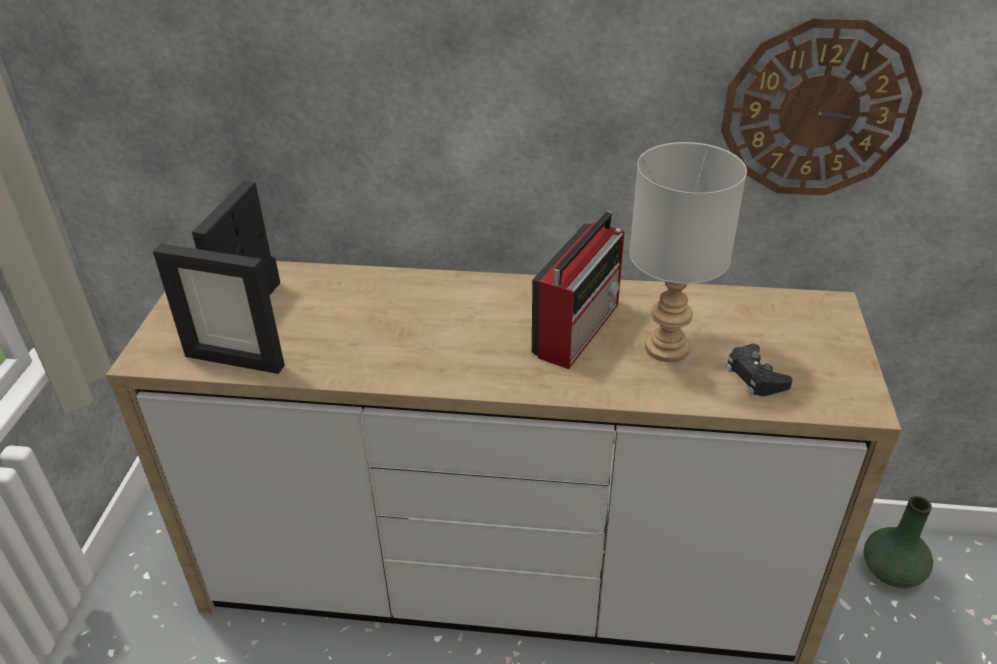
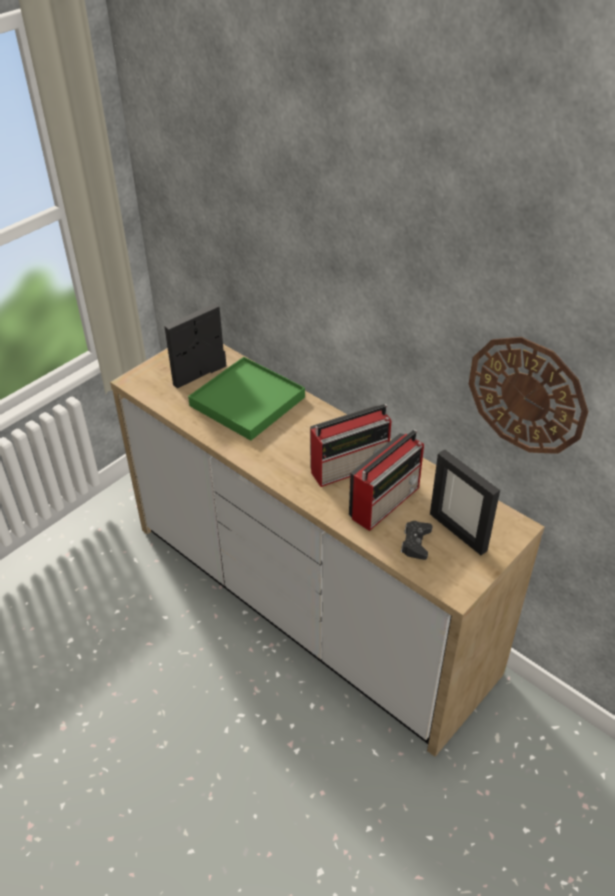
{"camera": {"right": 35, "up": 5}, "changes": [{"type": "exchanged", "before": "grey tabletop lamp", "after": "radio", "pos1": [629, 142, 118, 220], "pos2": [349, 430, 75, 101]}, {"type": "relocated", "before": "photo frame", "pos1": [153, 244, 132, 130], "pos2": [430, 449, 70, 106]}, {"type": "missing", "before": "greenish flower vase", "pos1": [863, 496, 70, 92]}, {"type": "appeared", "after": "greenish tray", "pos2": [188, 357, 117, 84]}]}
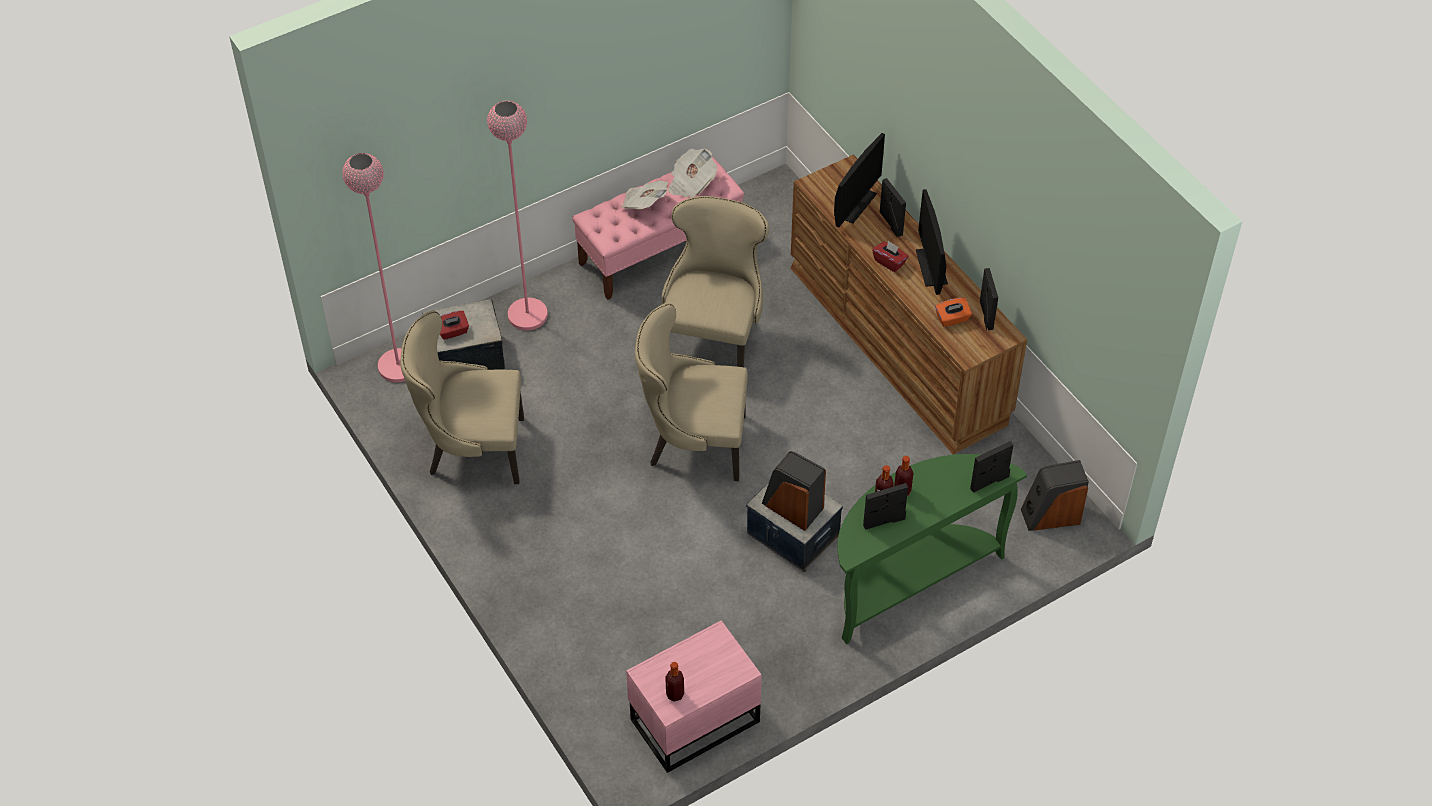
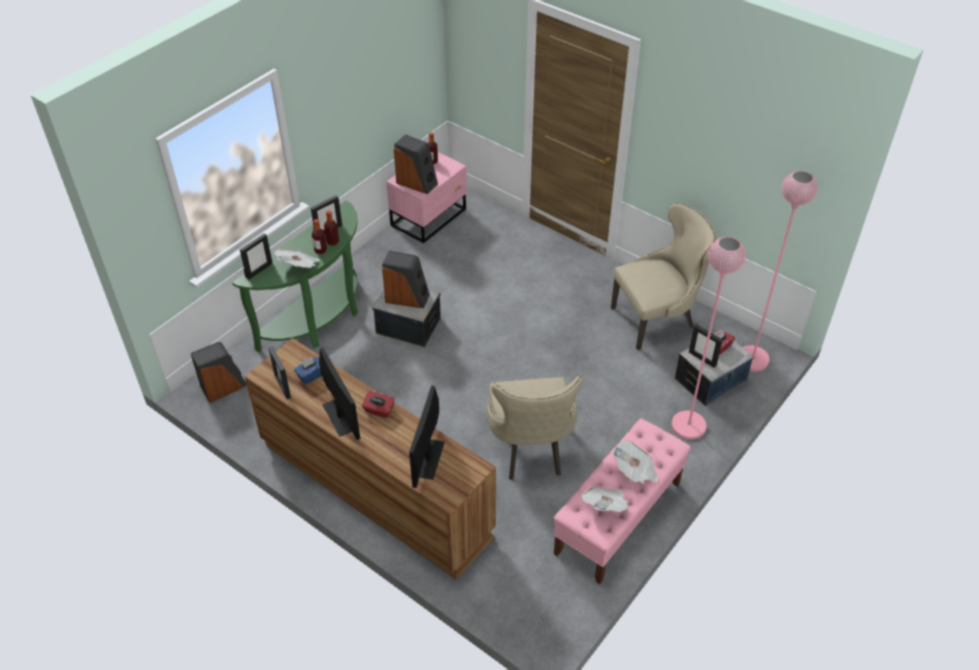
{"camera": {"right": 160, "up": -5}, "changes": [{"type": "relocated", "before": "photo frame", "pos1": [880, 178, 26, 59], "pos2": [689, 324, 34, 44]}, {"type": "colour", "before": "orange-coloured tissue holder", "after": "bluish tissue holder", "pos1": [935, 297, 37, 30], "pos2": [294, 356, 28, 28]}, {"type": "missing", "before": "beige chair", "pos1": [635, 303, 113, 178]}, {"type": "appeared", "after": "speaker", "pos2": [394, 134, 44, 60]}, {"type": "appeared", "after": "printed paper", "pos2": [274, 250, 46, 18]}]}
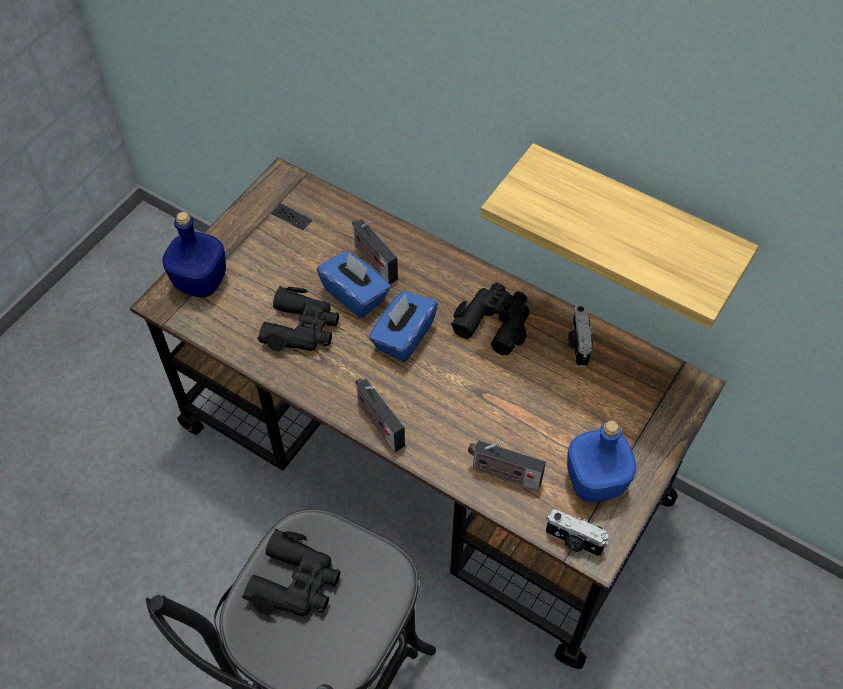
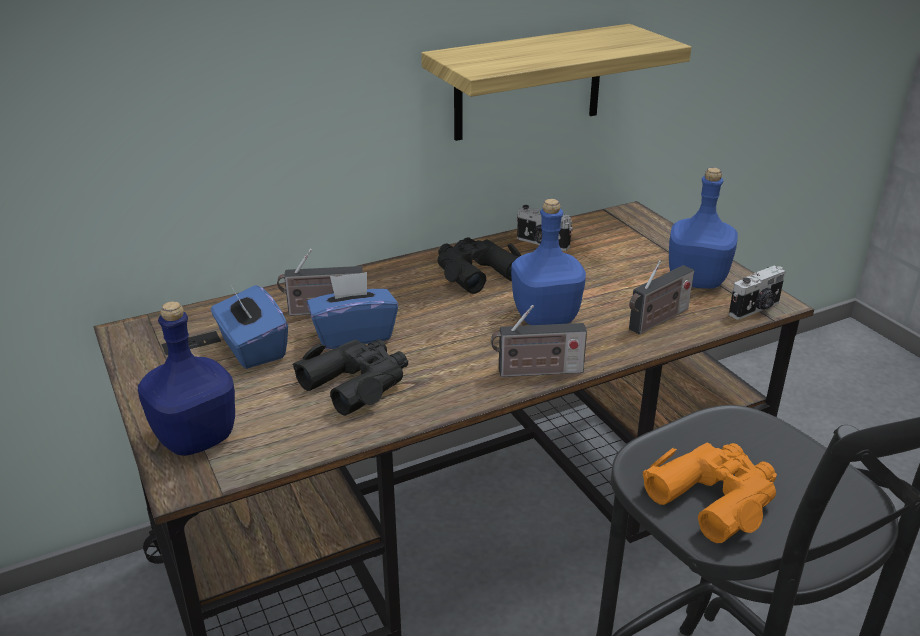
{"camera": {"right": -60, "up": -25}, "changes": [{"type": "relocated", "before": "bluish tissue holder", "pos1": [369, 291, 69, 71], "pos2": [211, 285, 77, 84]}, {"type": "colour", "before": "blackish field glasses", "after": "orange-coloured field glasses", "pos1": [242, 529, 98, 88], "pos2": [643, 443, 134, 100]}, {"type": "appeared", "after": "bluish beverage bottle", "pos2": [511, 199, 75, 126]}]}
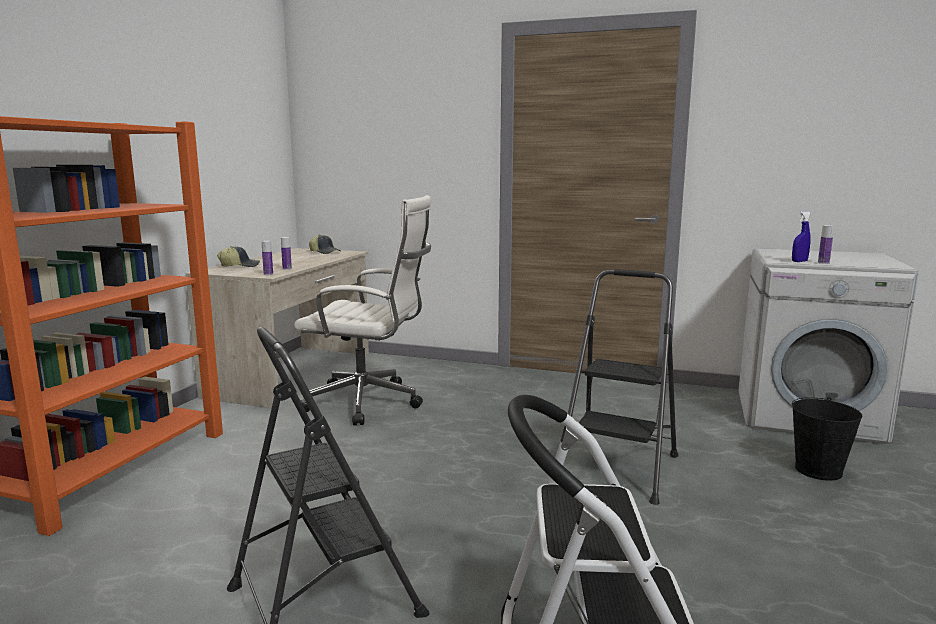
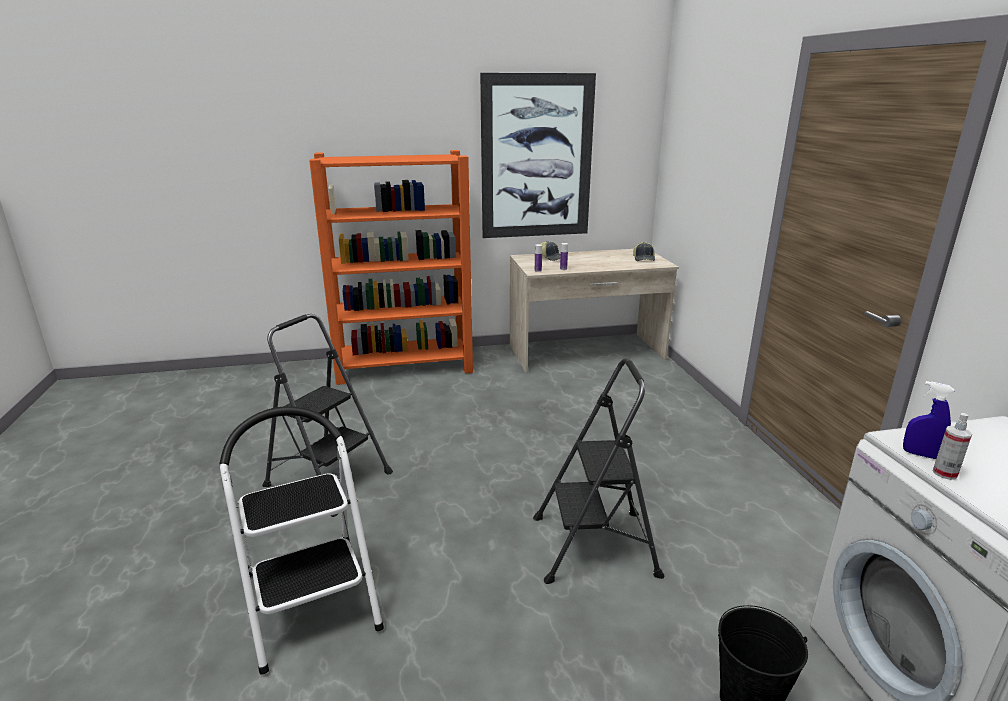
{"camera": {"right": 60, "up": 10}, "changes": [{"type": "missing", "before": "whitish computer chair", "pos1": [294, 195, 137, 230]}, {"type": "exchanged", "before": "beverage bottle", "after": "spray bottle", "pos1": [818, 225, 16, 39], "pos2": [933, 413, 39, 67]}, {"type": "appeared", "after": "picture", "pos2": [480, 73, 116, 165]}]}
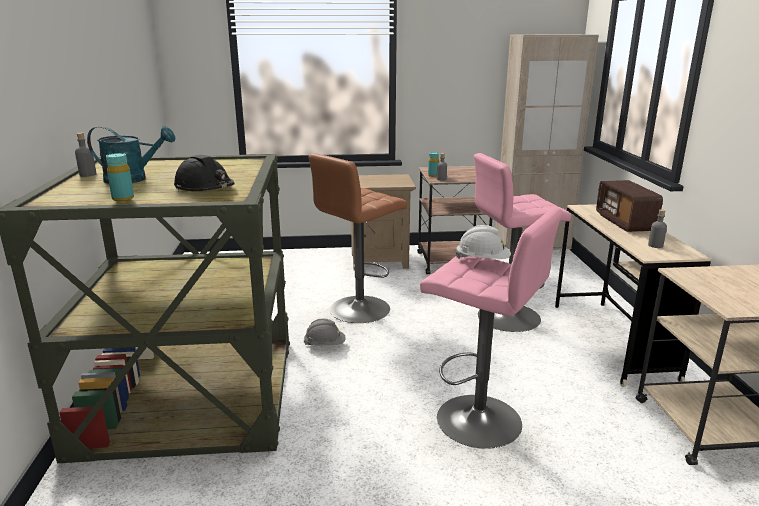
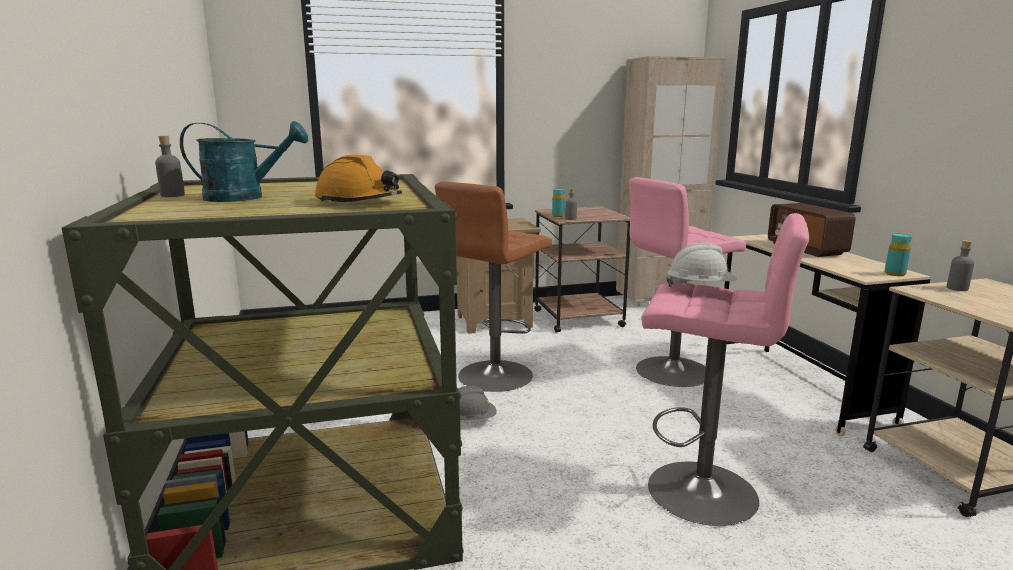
{"camera": {"right": -10, "up": -5}, "changes": [{"type": "relocated", "before": "turquoise-coloured beverage bottle", "pos1": [106, 153, 28, 49], "pos2": [885, 233, 27, 43]}, {"type": "colour", "before": "blackish work helmet", "after": "orange-coloured work helmet", "pos1": [174, 155, 61, 37], "pos2": [315, 154, 87, 50]}, {"type": "relocated", "before": "grey beverage bottle", "pos1": [648, 209, 19, 39], "pos2": [947, 240, 27, 51]}]}
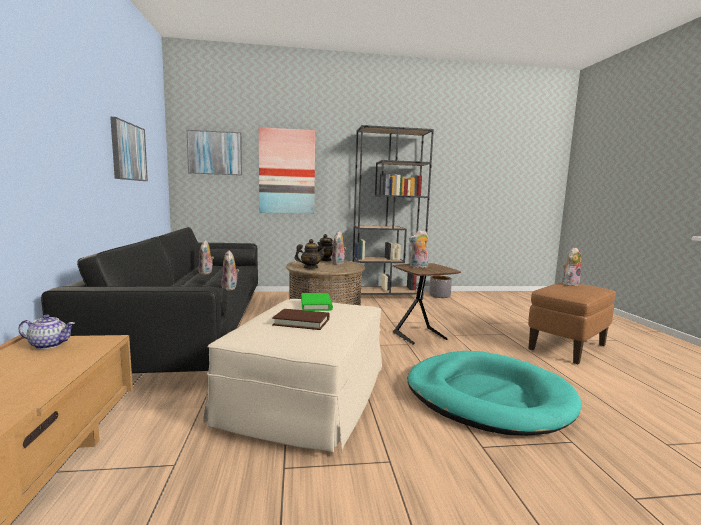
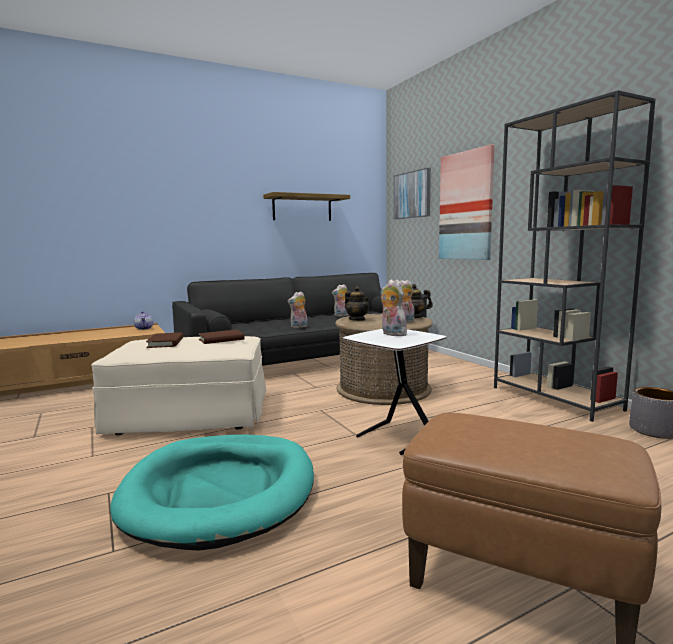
{"camera": {"right": 70, "up": 0}, "changes": [{"type": "exchanged", "before": "picture", "after": "shelf", "pos1": [110, 117, 38, 64], "pos2": [263, 192, 87, 29]}, {"type": "missing", "before": "soft toy", "pos1": [562, 248, 20, 38]}, {"type": "colour", "before": "brown accent table", "after": "whitish accent table", "pos1": [393, 263, 68, 82], "pos2": [343, 329, 103, 126]}, {"type": "colour", "before": "greenish volume", "after": "brown volume", "pos1": [301, 293, 32, 18], "pos2": [198, 330, 47, 14]}]}
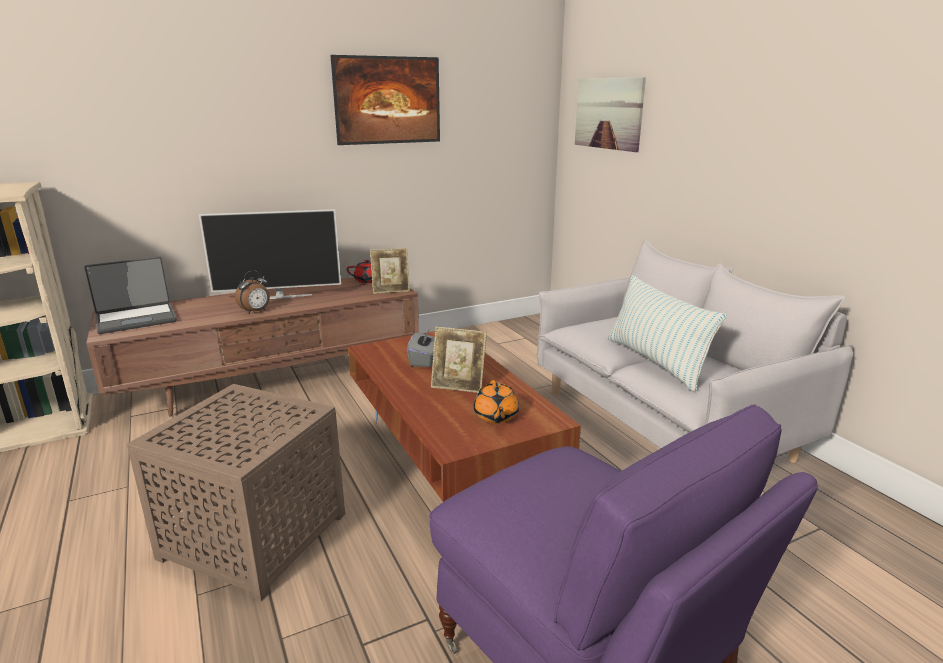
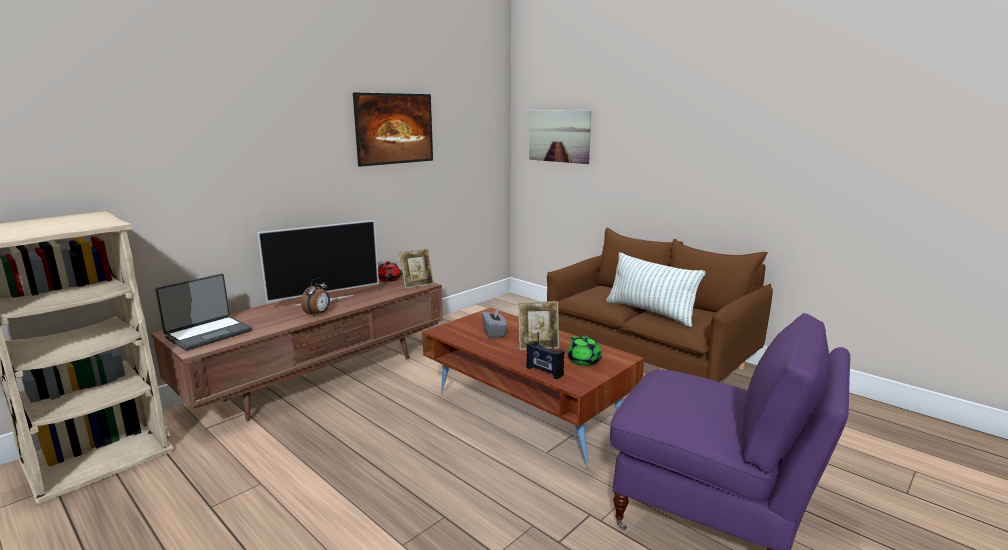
{"camera": {"right": -20, "up": -5}, "changes": [{"type": "colour", "before": "grey settee", "after": "brown settee", "pos1": [537, 240, 317, 223], "pos2": [547, 228, 226, 154]}, {"type": "colour", "before": "orange-coloured tea pot", "after": "greenish tea pot", "pos1": [474, 380, 45, 43], "pos2": [568, 336, 34, 30]}, {"type": "missing", "before": "brown accent table", "pos1": [127, 384, 218, 217]}, {"type": "appeared", "after": "radio", "pos2": [526, 332, 39, 47]}]}
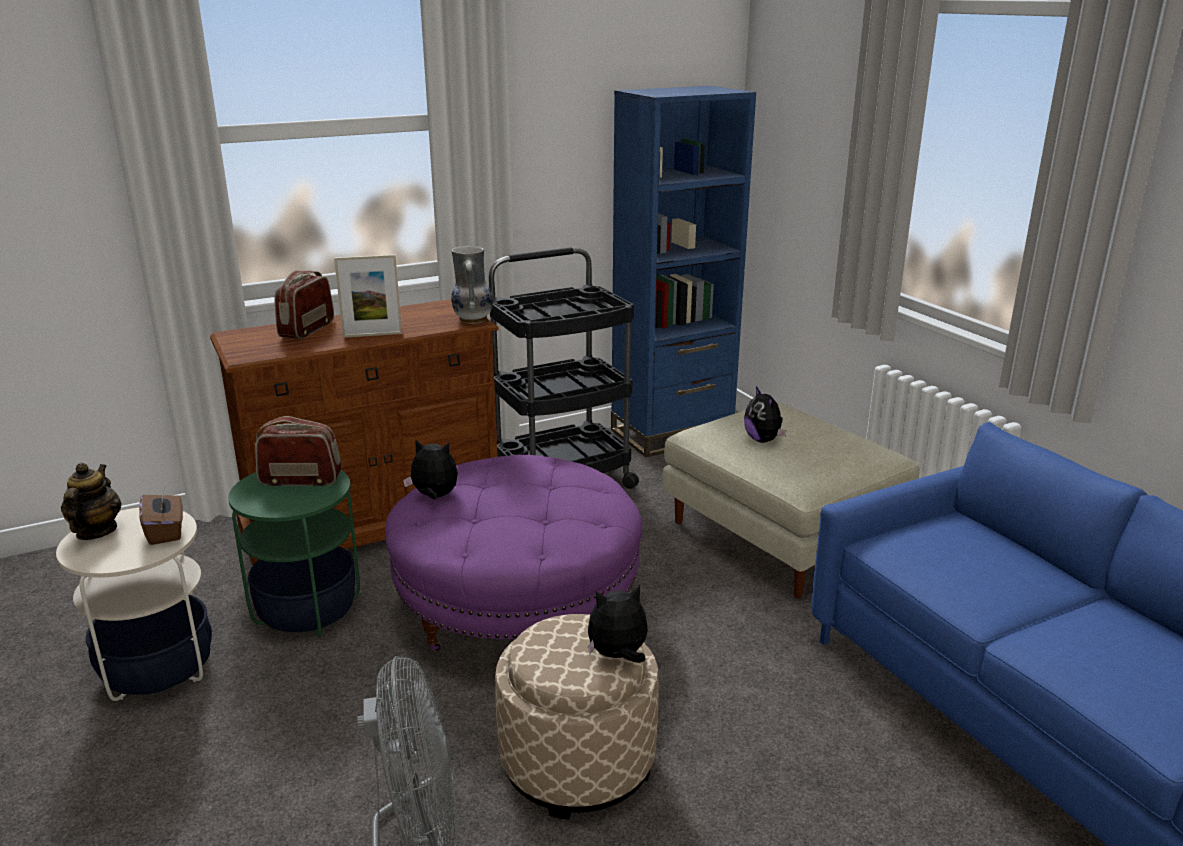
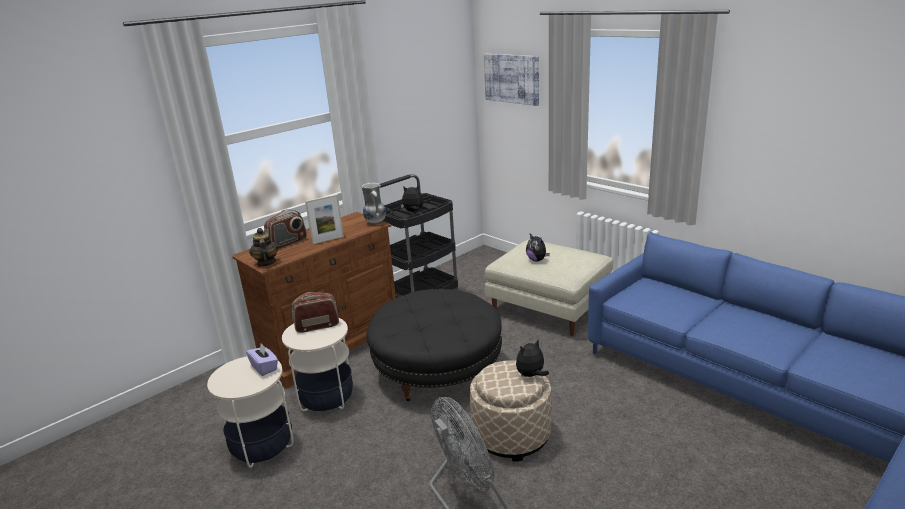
{"camera": {"right": -15, "up": 0}, "changes": [{"type": "missing", "before": "bluish bookcase", "pos1": [611, 86, 145, 371]}, {"type": "spun", "before": "radio", "pos1": [274, 270, 60, 69], "pos2": [264, 210, 43, 39], "turn": -135}, {"type": "relocated", "before": "soft toy", "pos1": [403, 439, 55, 61], "pos2": [401, 185, 22, 27]}, {"type": "colour", "before": "purple footrest", "after": "blackish footrest", "pos1": [385, 455, 258, 195], "pos2": [366, 289, 136, 113]}, {"type": "relocated", "before": "tea pot", "pos1": [61, 463, 61, 77], "pos2": [249, 228, 29, 39]}, {"type": "colour", "before": "greenish accent table", "after": "beige accent table", "pos1": [228, 470, 132, 167], "pos2": [282, 318, 71, 93]}, {"type": "colour", "before": "brown tissue holder", "after": "purple tissue holder", "pos1": [139, 485, 44, 60], "pos2": [246, 344, 32, 32]}, {"type": "appeared", "after": "picture", "pos2": [484, 54, 55, 52]}]}
